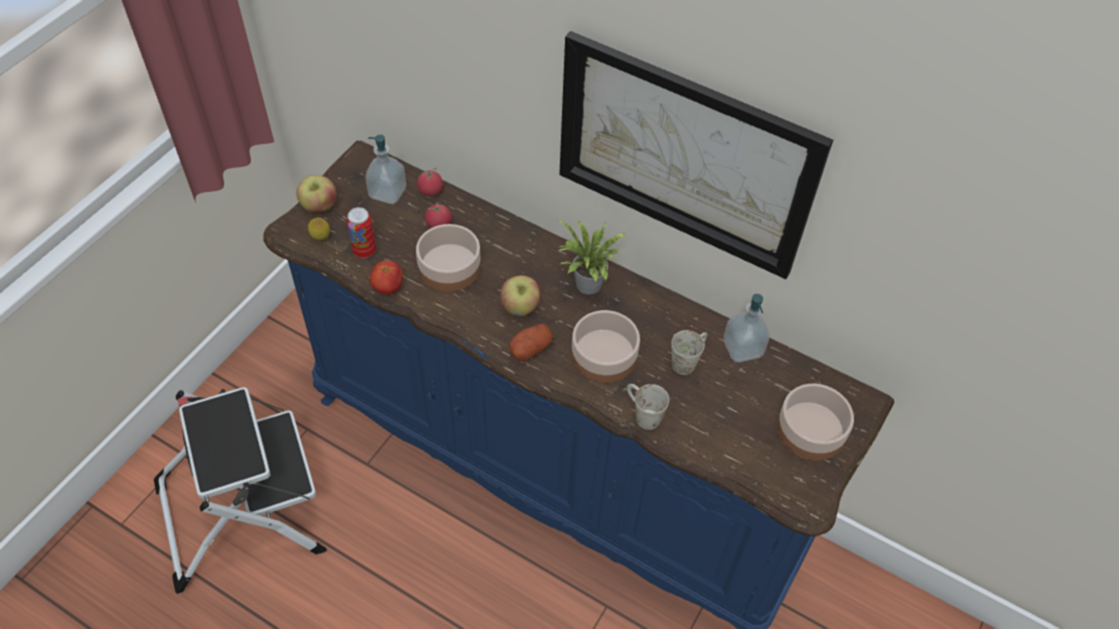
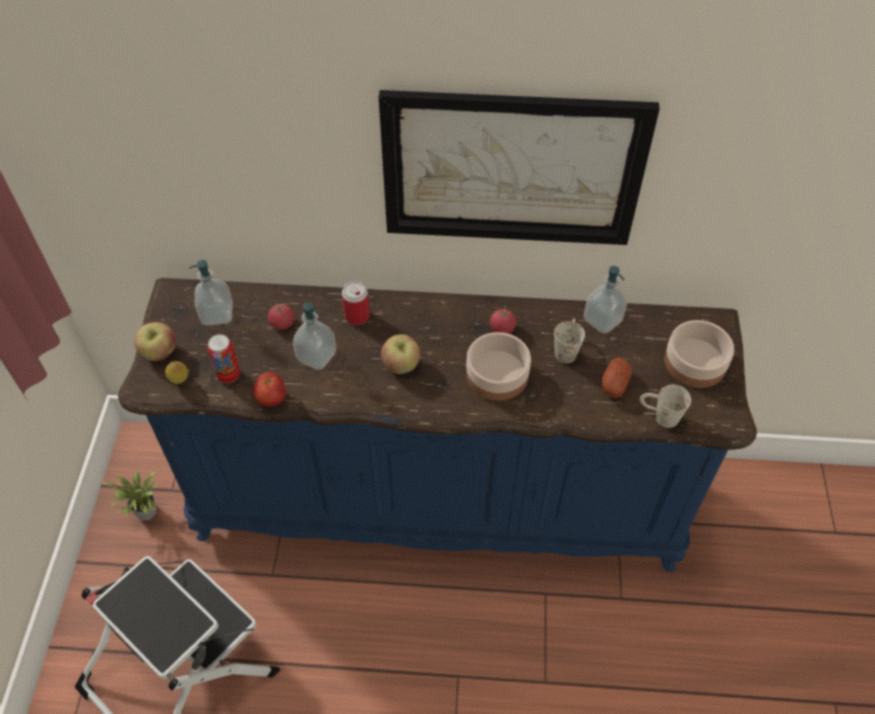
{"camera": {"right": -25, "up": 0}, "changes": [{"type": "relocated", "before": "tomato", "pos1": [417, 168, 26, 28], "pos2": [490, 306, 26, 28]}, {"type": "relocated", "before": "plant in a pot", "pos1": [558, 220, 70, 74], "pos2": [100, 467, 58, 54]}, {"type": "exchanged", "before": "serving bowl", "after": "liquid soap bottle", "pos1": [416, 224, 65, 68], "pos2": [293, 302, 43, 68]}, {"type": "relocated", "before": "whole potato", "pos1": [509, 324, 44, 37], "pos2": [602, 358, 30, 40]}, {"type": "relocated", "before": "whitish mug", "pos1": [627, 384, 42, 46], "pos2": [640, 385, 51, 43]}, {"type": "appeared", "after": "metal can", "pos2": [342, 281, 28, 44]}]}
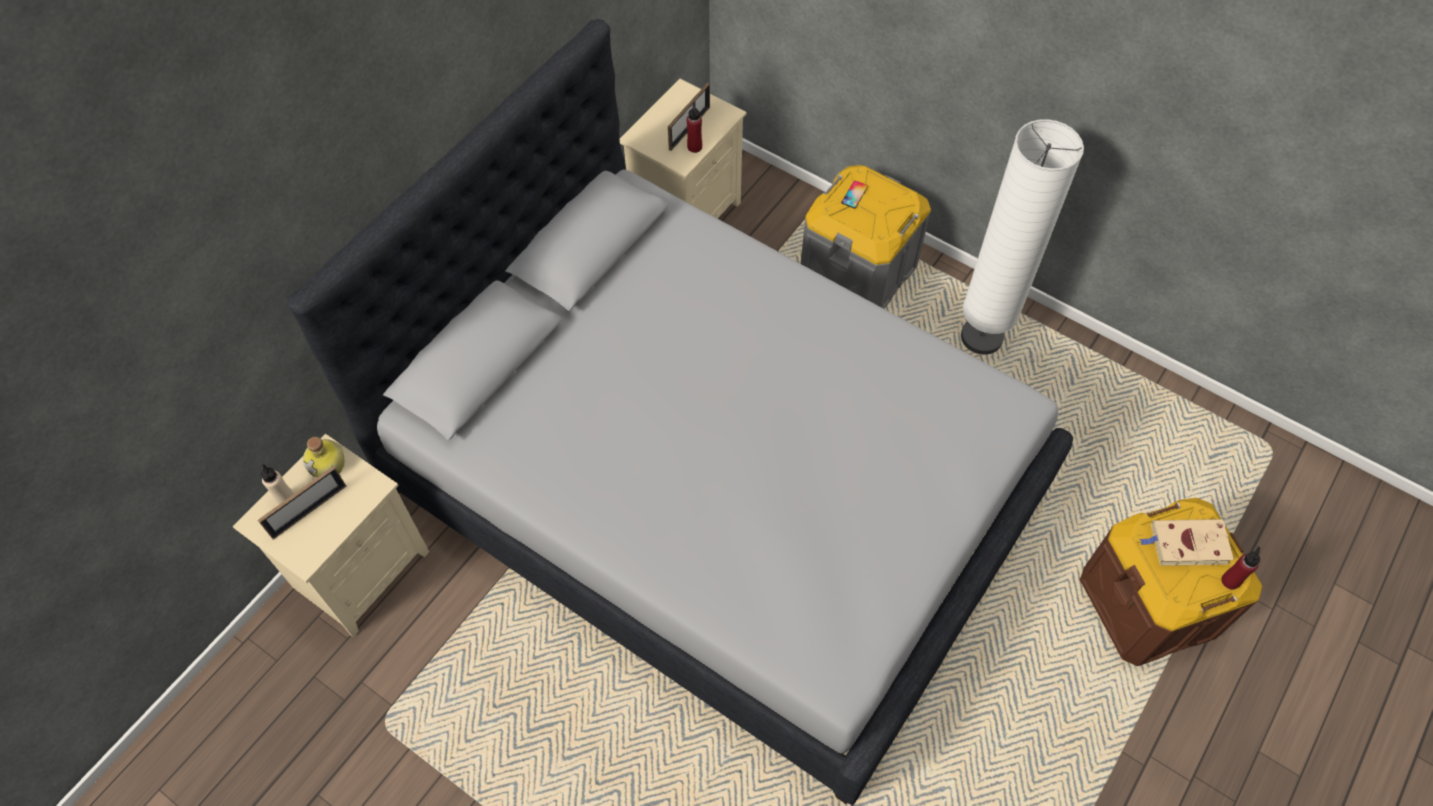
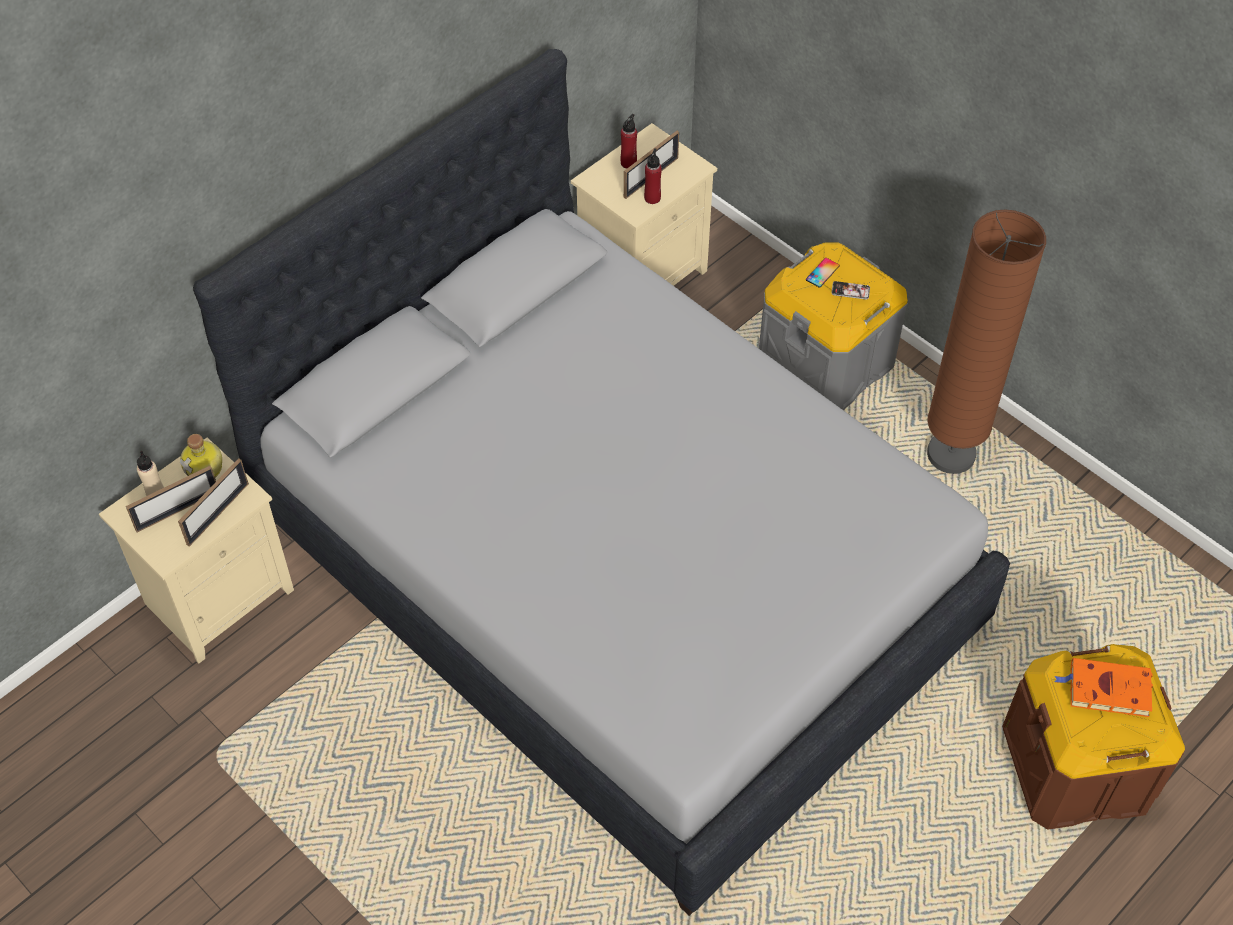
{"camera": {"right": 10, "up": -5}, "changes": [{"type": "colour", "before": "whitish standing lamp", "after": "brown standing lamp", "pos1": [961, 119, 123, 236], "pos2": [927, 209, 119, 265]}, {"type": "colour", "before": "beige volume", "after": "orange-coloured volume", "pos1": [1140, 519, 94, 47], "pos2": [1055, 658, 98, 59]}, {"type": "relocated", "before": "red-coloured beverage bottle", "pos1": [1221, 547, 39, 43], "pos2": [621, 114, 16, 54]}, {"type": "appeared", "after": "telephone", "pos2": [832, 281, 38, 19]}, {"type": "appeared", "after": "photo frame", "pos2": [178, 458, 71, 89]}]}
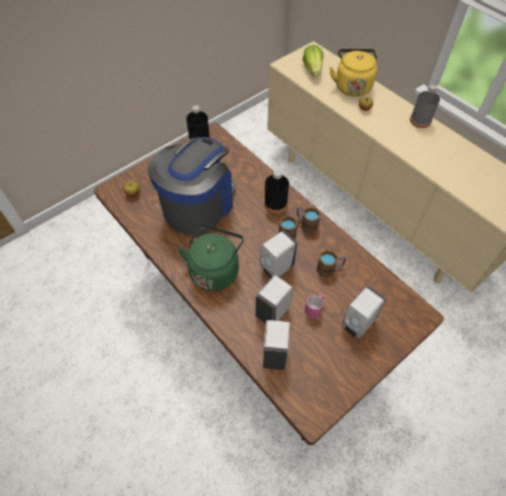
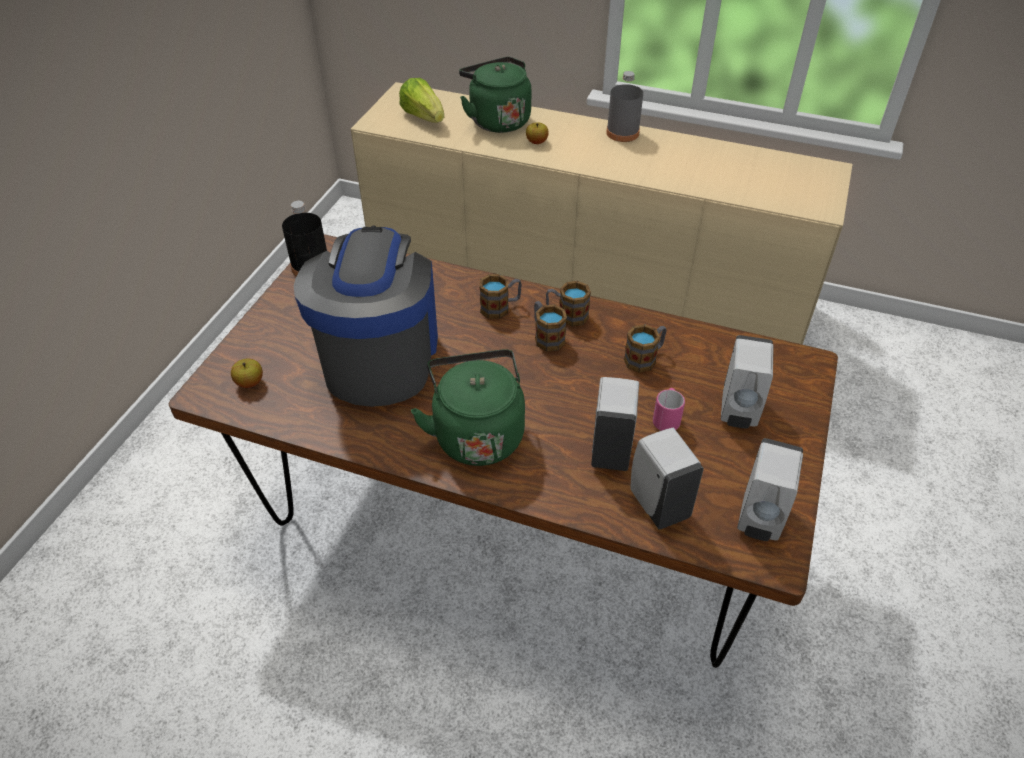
{"camera": {"right": -30, "up": -10}, "changes": [{"type": "colour", "before": "yellow-coloured water kettle", "after": "greenish water kettle", "pos1": [330, 49, 48, 48], "pos2": [459, 57, 73, 76]}, {"type": "exchanged", "before": "blackish beverage bottle", "after": "mug", "pos1": [264, 170, 25, 44], "pos2": [479, 274, 43, 45]}, {"type": "relocated", "before": "whitish liquid soap bottle", "pos1": [260, 230, 37, 48], "pos2": [737, 438, 66, 103]}]}
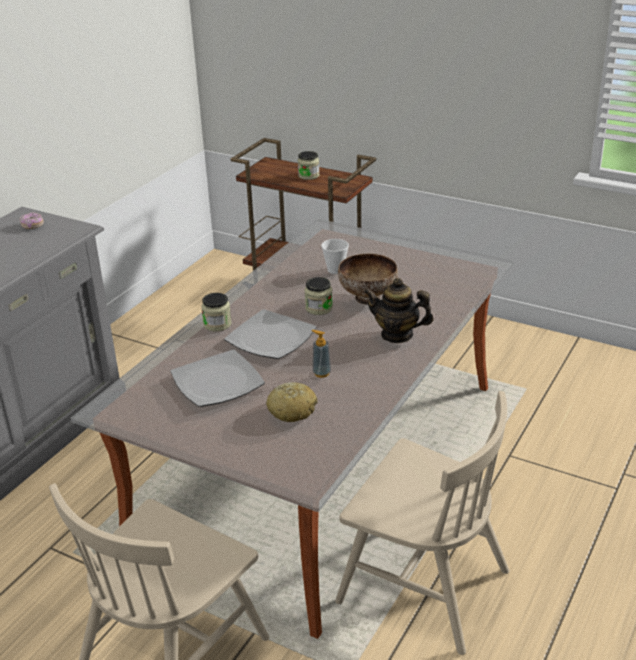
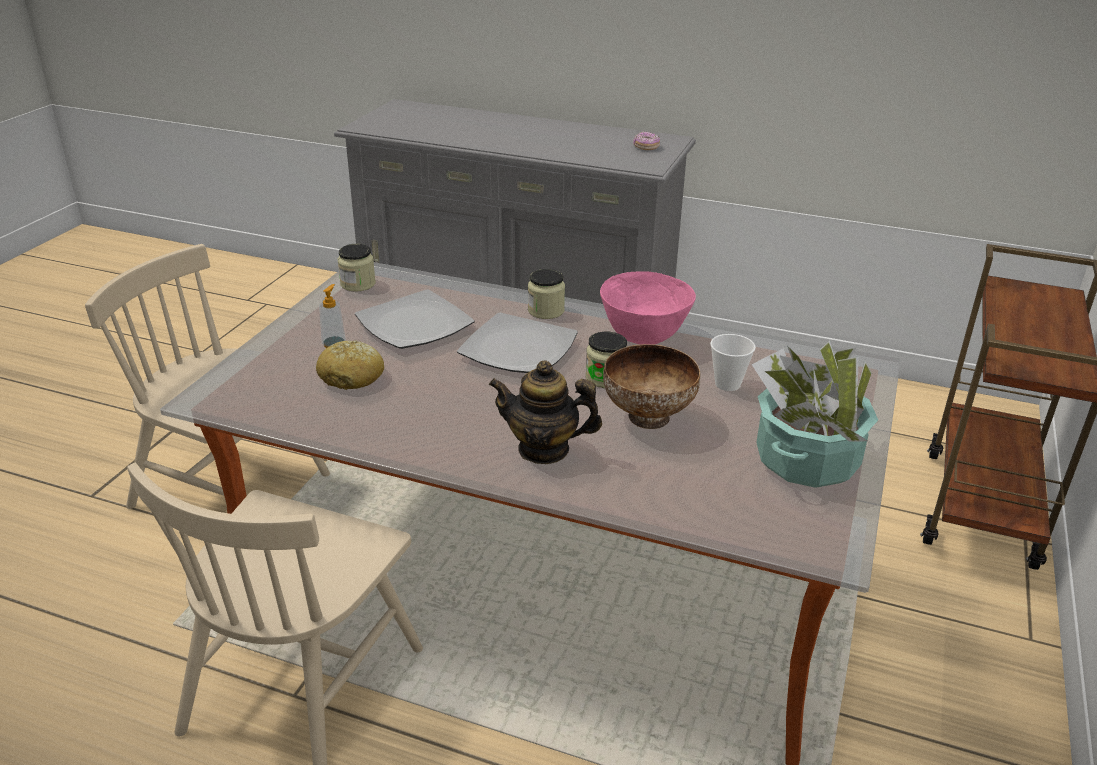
{"camera": {"right": 80, "up": 0}, "changes": [{"type": "relocated", "before": "storage jar", "pos1": [298, 151, 21, 29], "pos2": [338, 244, 38, 48]}, {"type": "spun", "before": "tea pot", "pos1": [364, 278, 70, 65], "pos2": [489, 361, 113, 103], "turn": -90}, {"type": "relocated", "before": "liquid soap bottle", "pos1": [311, 330, 20, 48], "pos2": [319, 284, 27, 64]}, {"type": "appeared", "after": "pink serving bowl", "pos2": [600, 271, 96, 74]}, {"type": "appeared", "after": "plant in a pot", "pos2": [751, 340, 127, 148]}]}
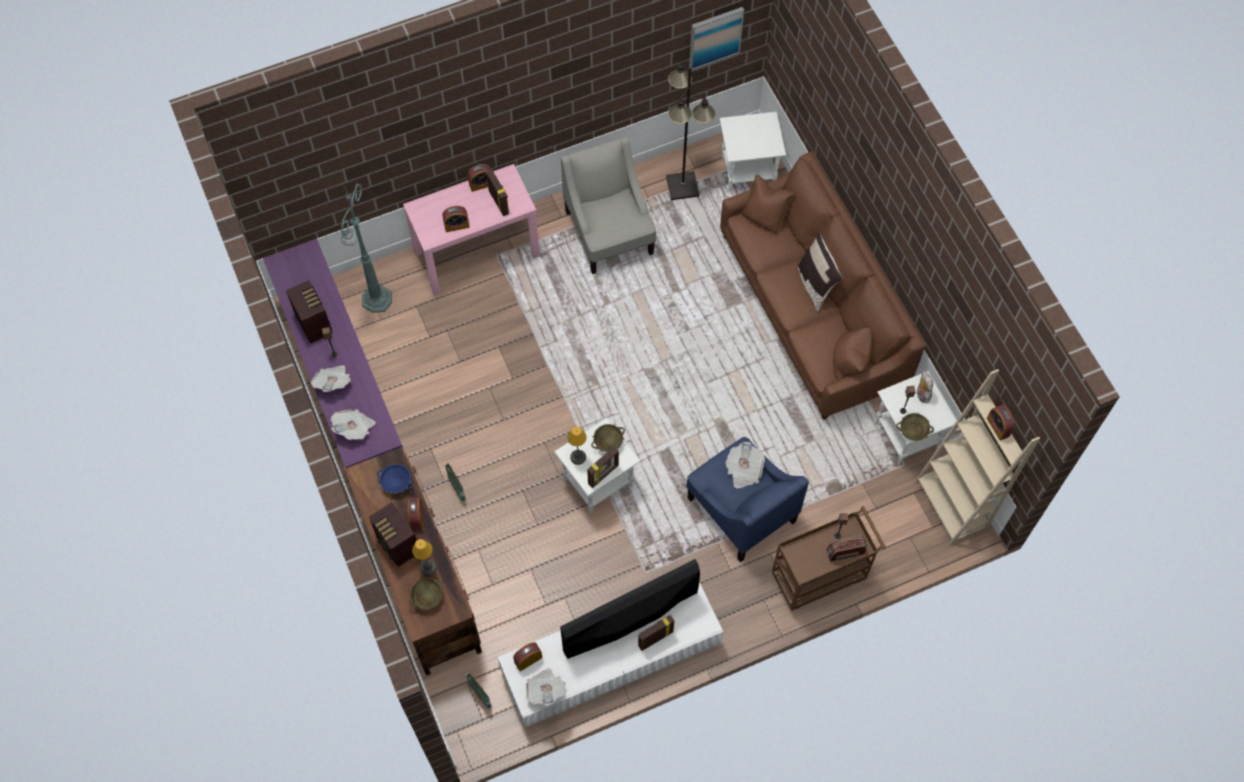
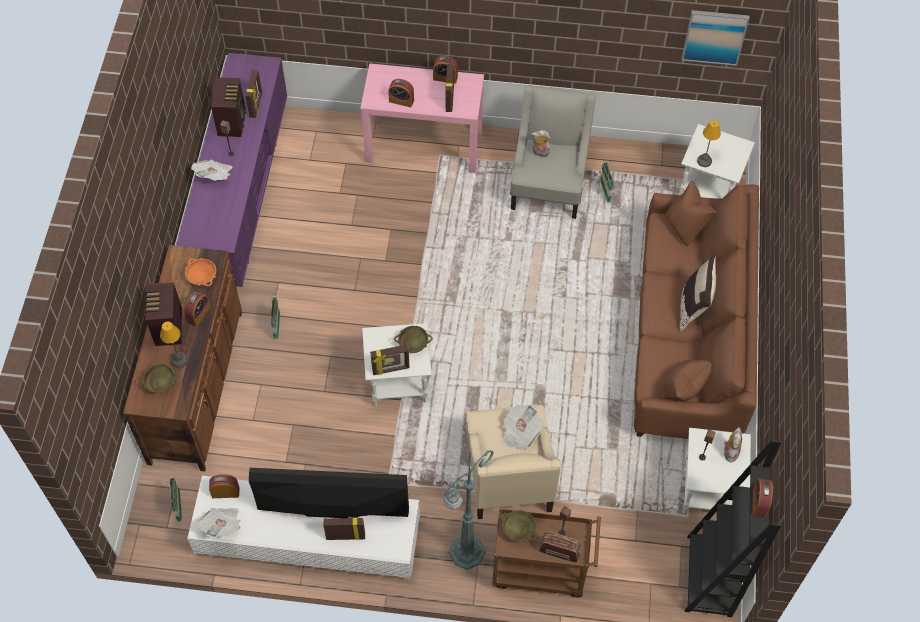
{"camera": {"right": 30, "up": -5}, "changes": [{"type": "missing", "before": "blackish standing lamp", "pos1": [666, 61, 50, 139]}, {"type": "relocated", "before": "greenish standing lamp", "pos1": [341, 183, 51, 130], "pos2": [443, 450, 51, 120]}, {"type": "colour", "before": "beige bookcase", "after": "blackish bookcase", "pos1": [914, 369, 126, 176], "pos2": [684, 440, 97, 177]}, {"type": "missing", "before": "printed paper", "pos1": [331, 409, 45, 31]}, {"type": "relocated", "before": "beige serving bowl", "pos1": [896, 413, 38, 28], "pos2": [501, 510, 36, 32]}, {"type": "relocated", "before": "tabletop lamp", "pos1": [567, 426, 20, 39], "pos2": [697, 120, 24, 47]}, {"type": "colour", "before": "bluish lounge chair", "after": "beige lounge chair", "pos1": [686, 437, 123, 125], "pos2": [466, 405, 95, 114]}, {"type": "colour", "before": "bluish serving bowl", "after": "orange-coloured serving bowl", "pos1": [377, 464, 36, 29], "pos2": [185, 258, 31, 28]}, {"type": "appeared", "after": "photo frame", "pos2": [245, 70, 17, 48]}, {"type": "appeared", "after": "soft toy", "pos2": [530, 130, 20, 27]}, {"type": "appeared", "after": "household basket", "pos2": [600, 161, 14, 42]}]}
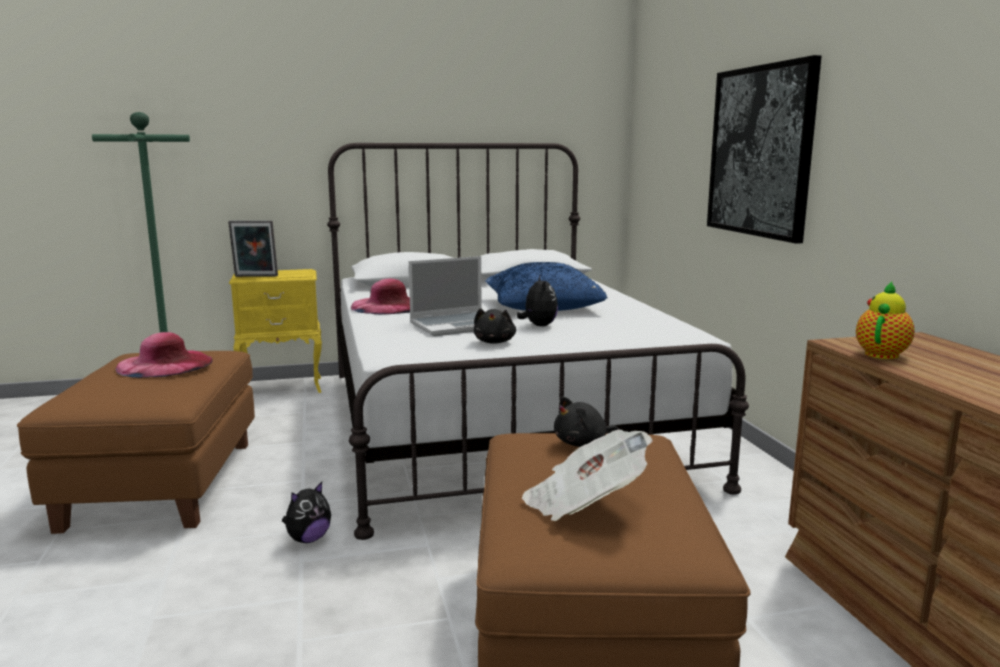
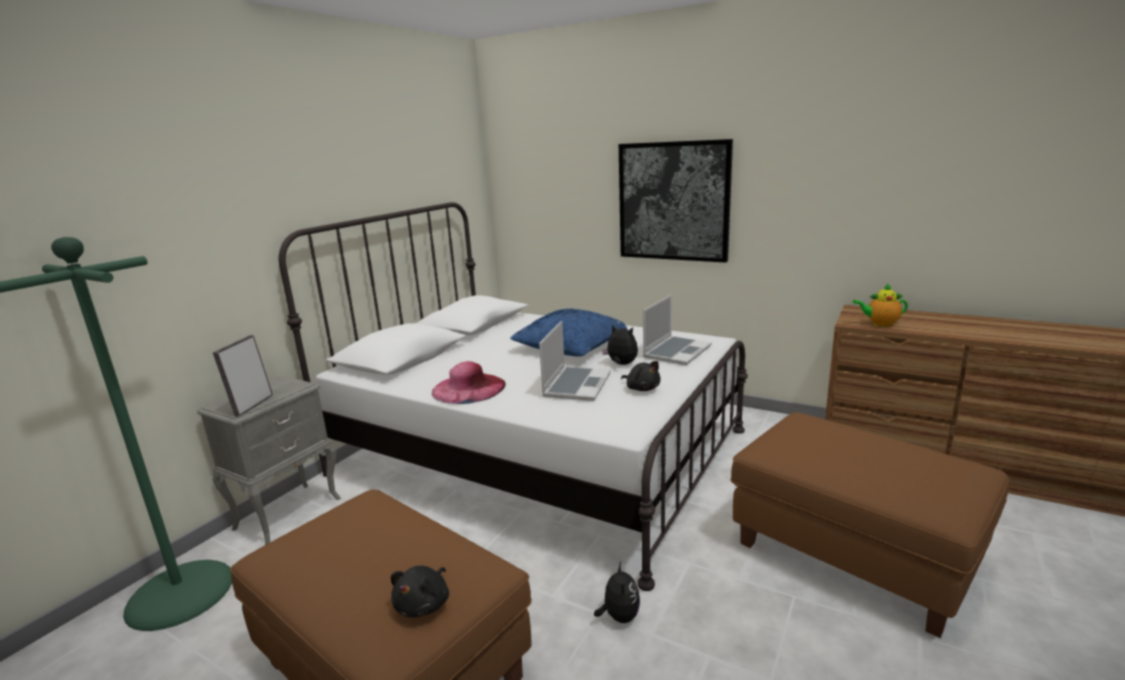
{"camera": {"right": -45, "up": 5}, "changes": [{"type": "spun", "before": "photo frame", "pos1": [228, 220, 50, 57], "pos2": [213, 335, 60, 82], "turn": 150}, {"type": "colour", "before": "yellow-coloured night table", "after": "grey night table", "pos1": [229, 269, 93, 124], "pos2": [197, 376, 144, 169]}, {"type": "spun", "before": "tea pot", "pos1": [856, 281, 58, 78], "pos2": [852, 283, 56, 44], "turn": -75}, {"type": "missing", "before": "pink hat", "pos1": [116, 332, 97, 46]}, {"type": "relocated", "before": "blackish soft toy", "pos1": [554, 396, 65, 51], "pos2": [391, 566, 58, 52]}, {"type": "missing", "before": "printed paper", "pos1": [522, 429, 131, 92]}, {"type": "appeared", "after": "notebook computer", "pos2": [643, 295, 69, 70]}]}
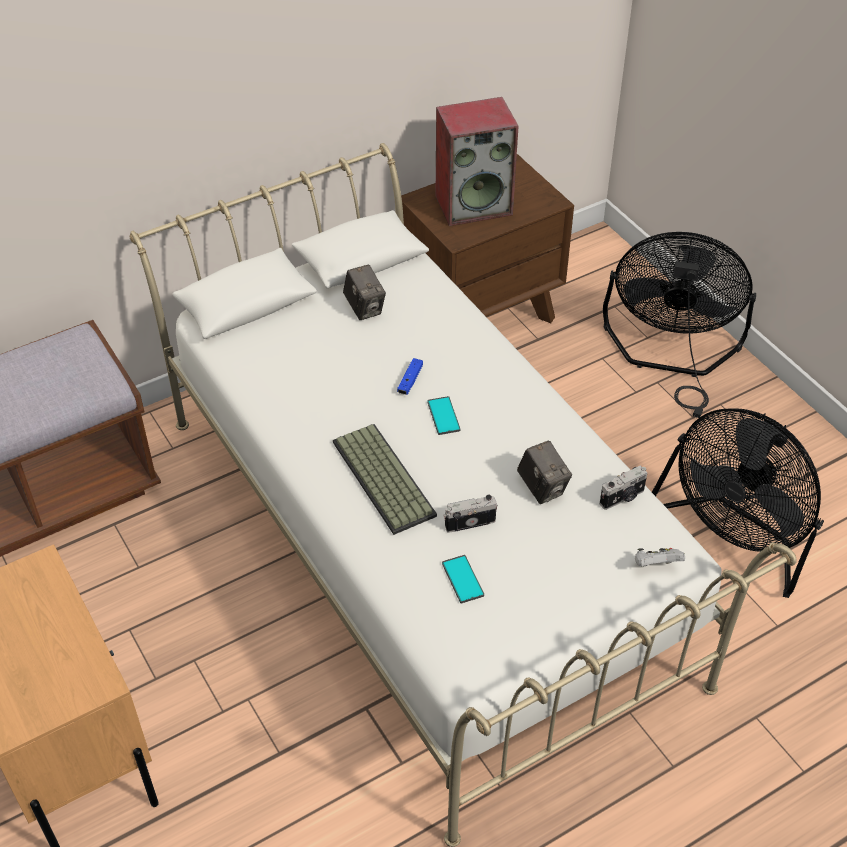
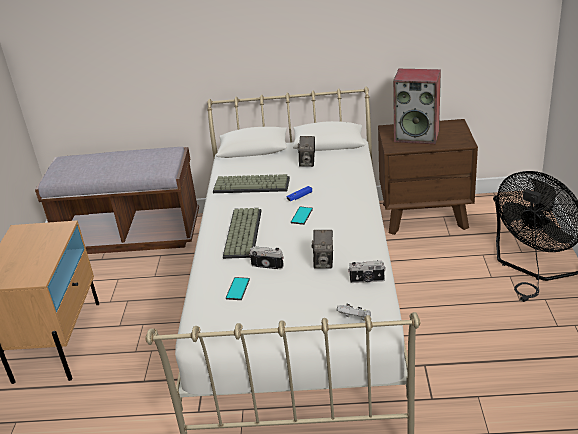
{"camera": {"right": 35, "up": -15}, "changes": [{"type": "missing", "before": "blackish cooling fan", "pos1": [652, 408, 172, 190]}, {"type": "appeared", "after": "PC keyboard", "pos2": [213, 174, 77, 19]}]}
